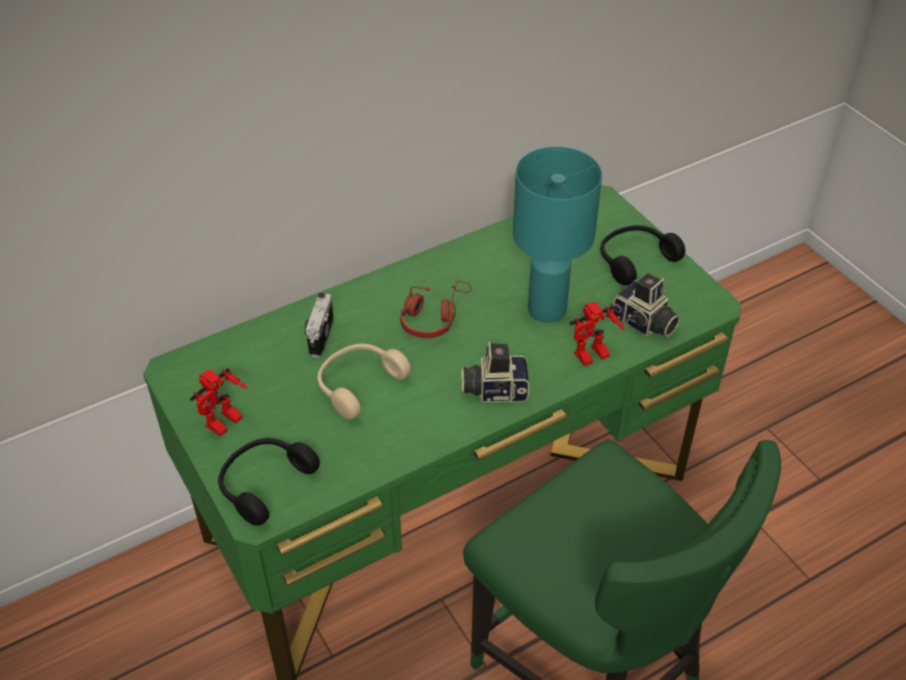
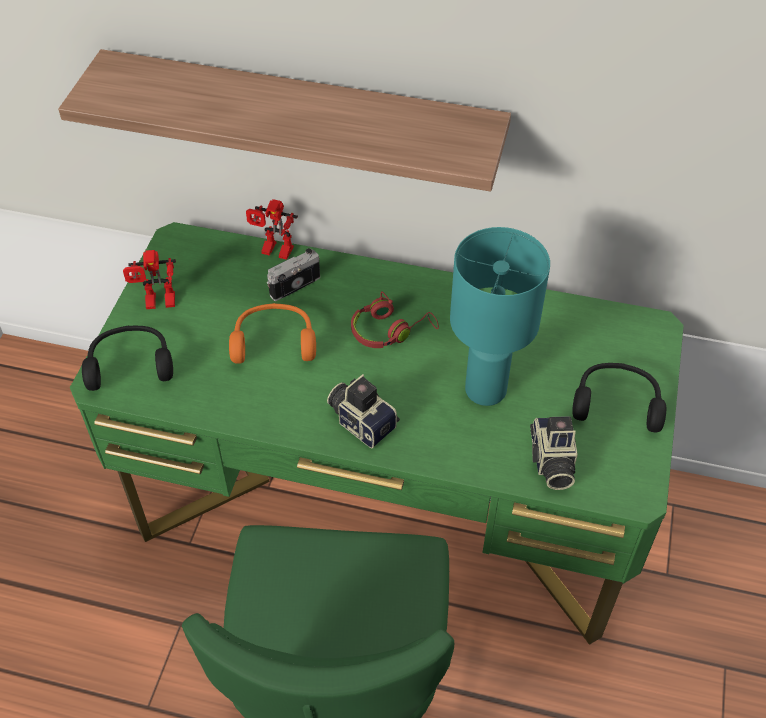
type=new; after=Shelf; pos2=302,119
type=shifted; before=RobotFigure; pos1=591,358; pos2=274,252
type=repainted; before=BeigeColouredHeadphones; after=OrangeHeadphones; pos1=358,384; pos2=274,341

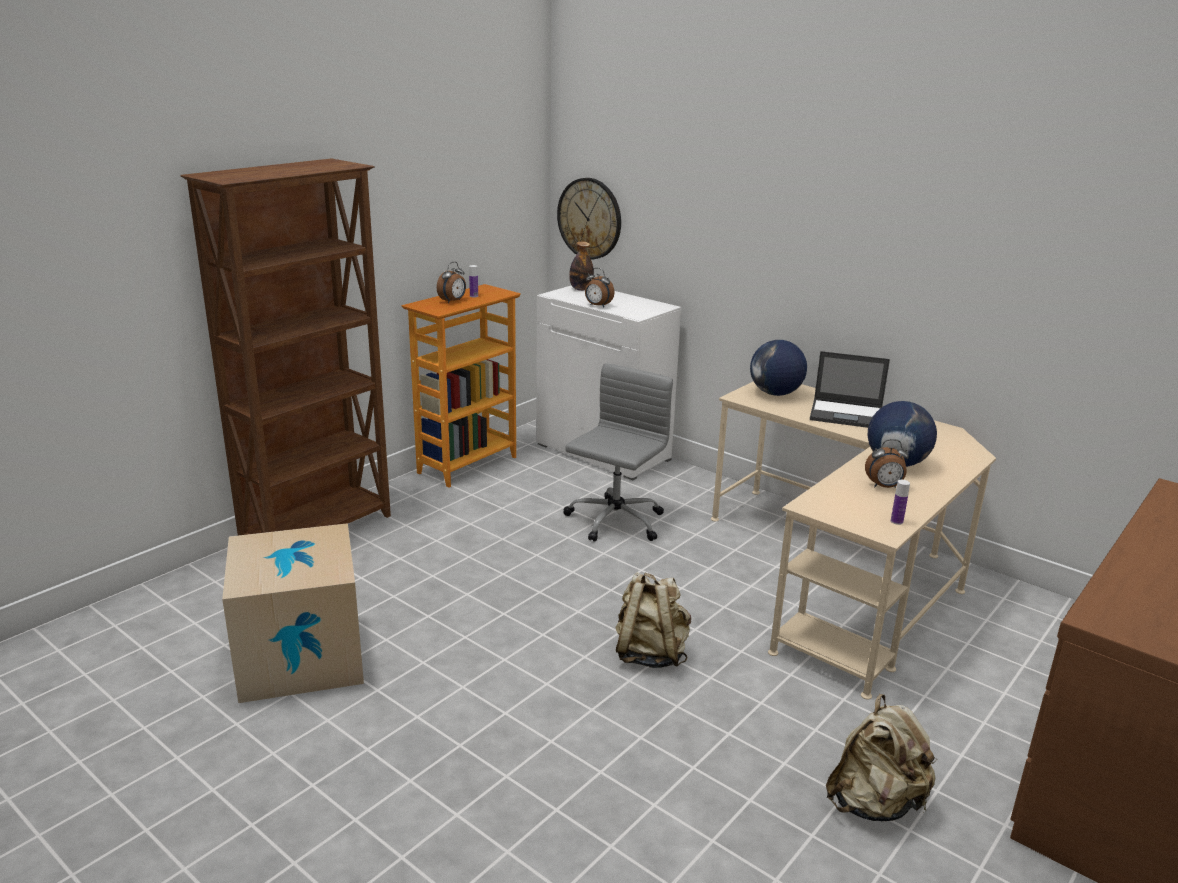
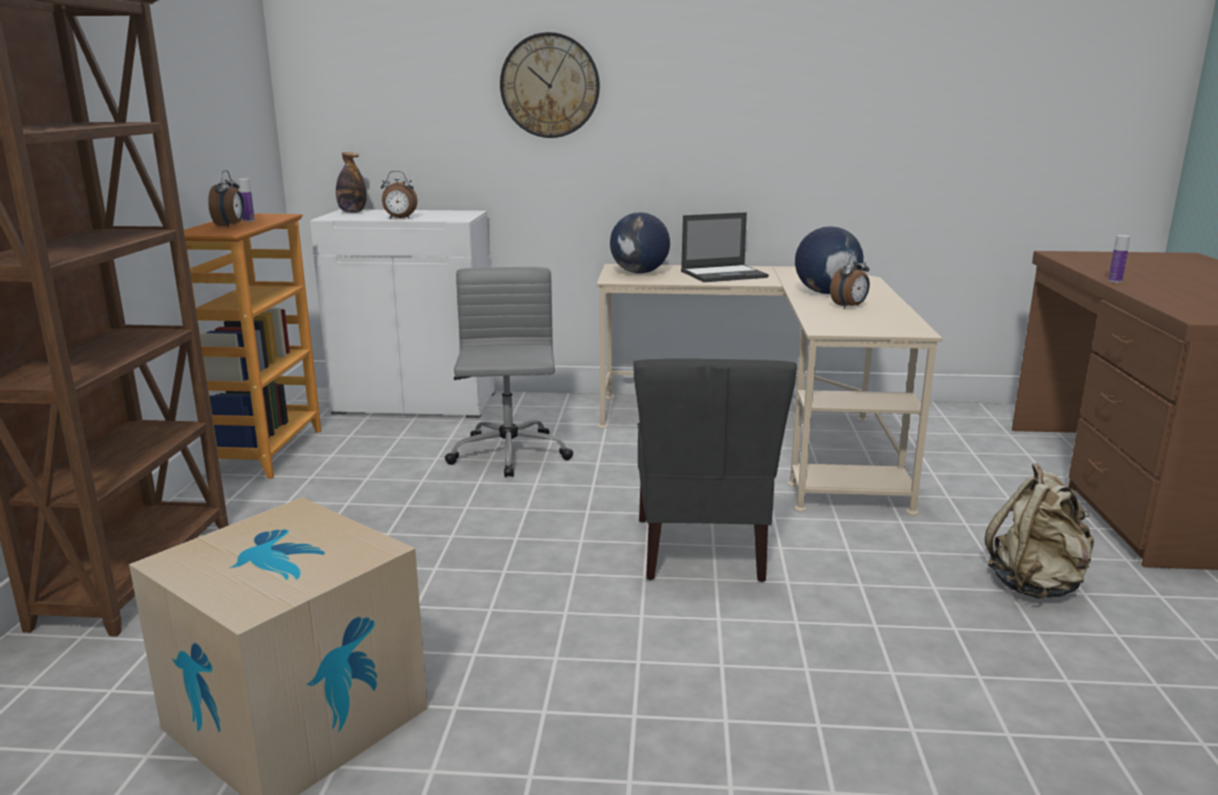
type=shifted; before=WallClock; pos1=589,218; pos2=550,86
type=shifted; before=DrinkBottle; pos1=896,521; pos2=1115,281
type=swapped; before=BeigeColouredKnapsack; after=GrayChair; pos1=650,654; pos2=702,550

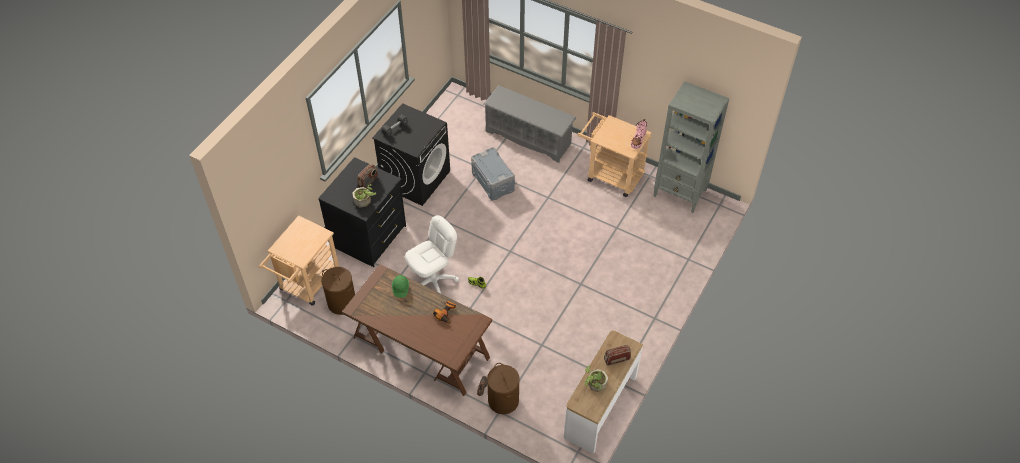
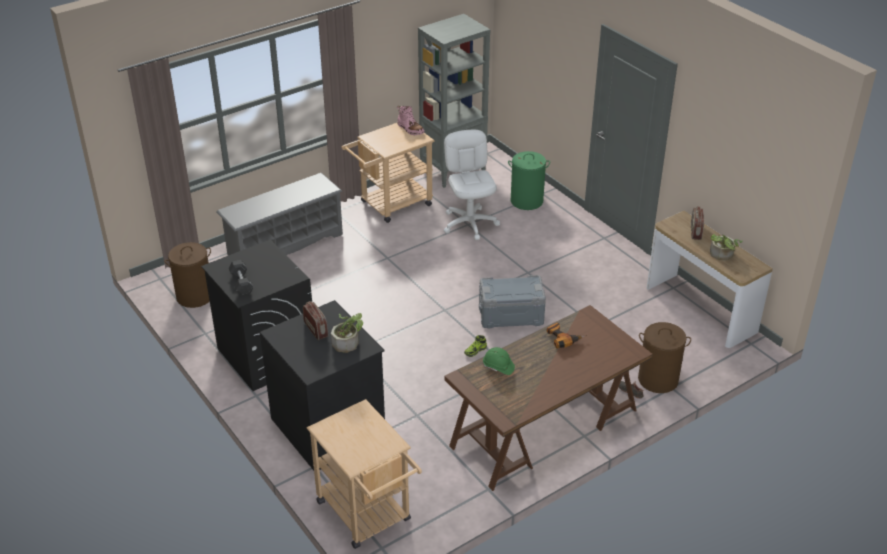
type=new; after=GreenHamper; pos2=527,201
type=shifted; before=BrownishHamper; pos1=342,303; pos2=195,296
type=shifted; before=WhiteComputerChair; pos1=433,281; pos2=470,223
type=shifted; before=GrayStorageContainer; pos1=492,182; pos2=511,315

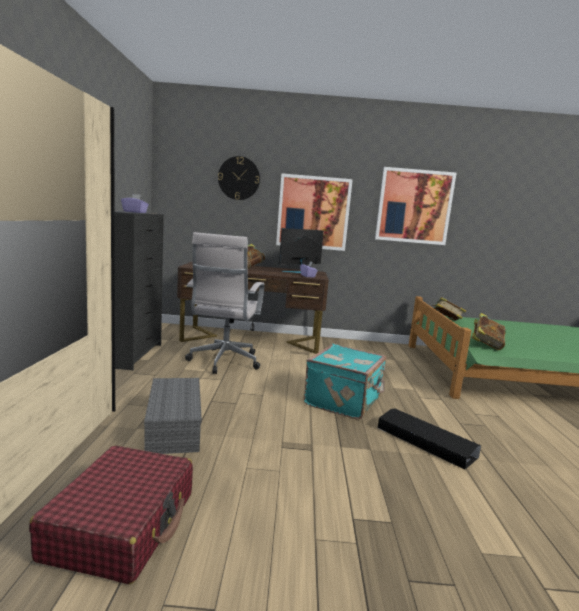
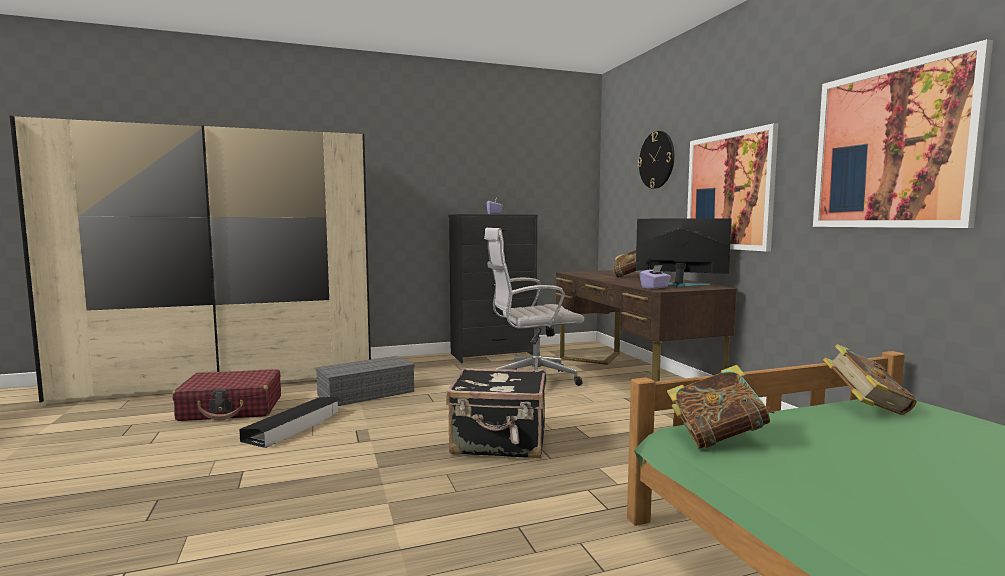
type=shifted; before=BlackColouredStorageContainer; pos1=425,442; pos2=295,426
type=repainted; before=BlueGreenPieceOfLuggage; after=BlackColouredPieceOfLuggage; pos1=344,401; pos2=500,442

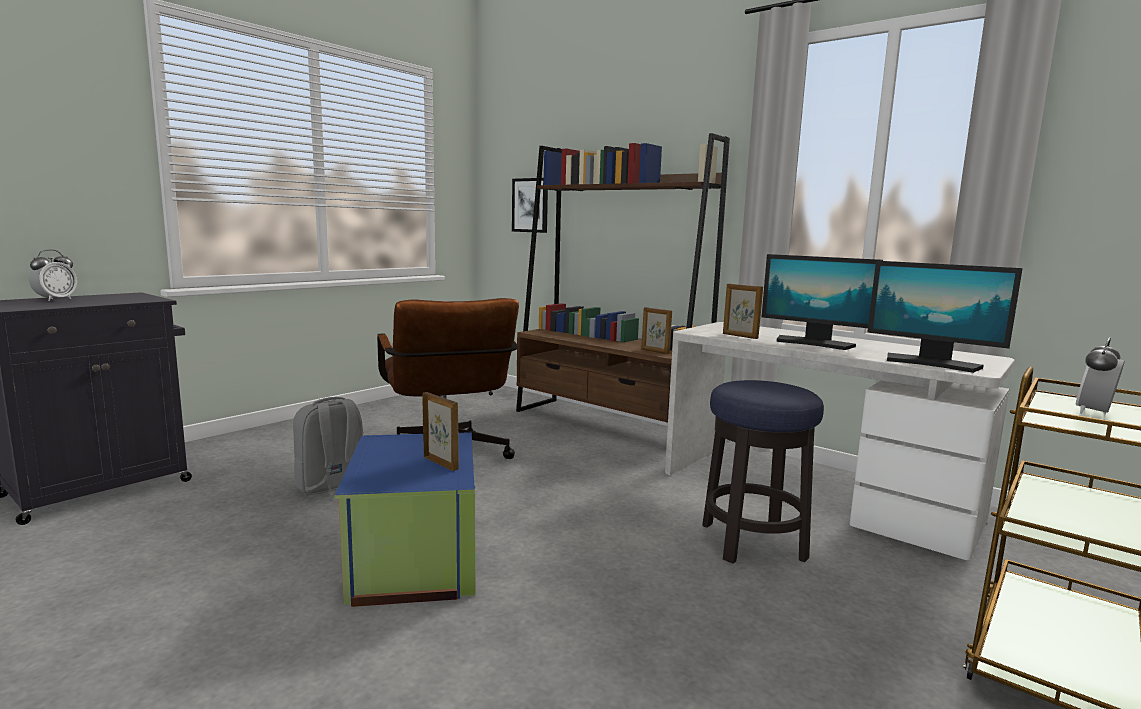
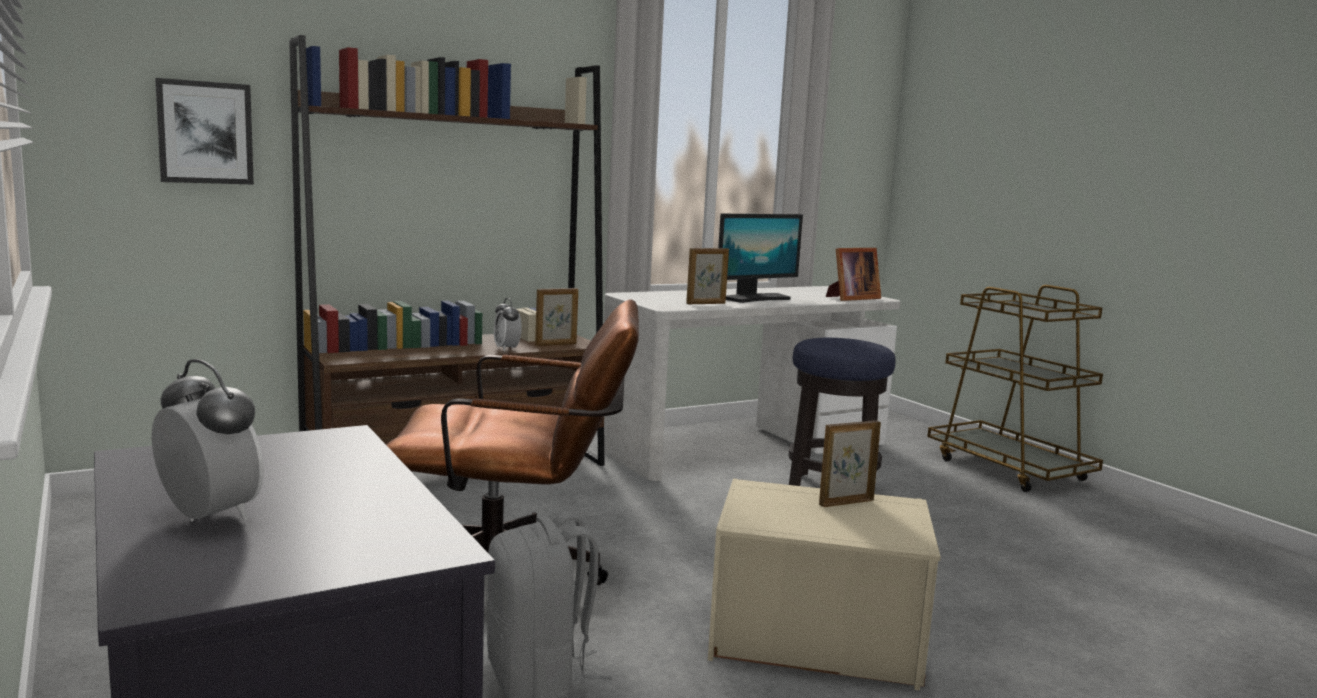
type=shifted; before=TableClock; pos1=1094,412; pos2=507,349
type=swapped; before=ComputerScreen; after=PhotoFrame; pos1=931,363; pos2=851,298
type=repainted; before=BlueStorageContainer; after=BeigeColouredStorageContainer; pos1=413,558; pos2=815,640

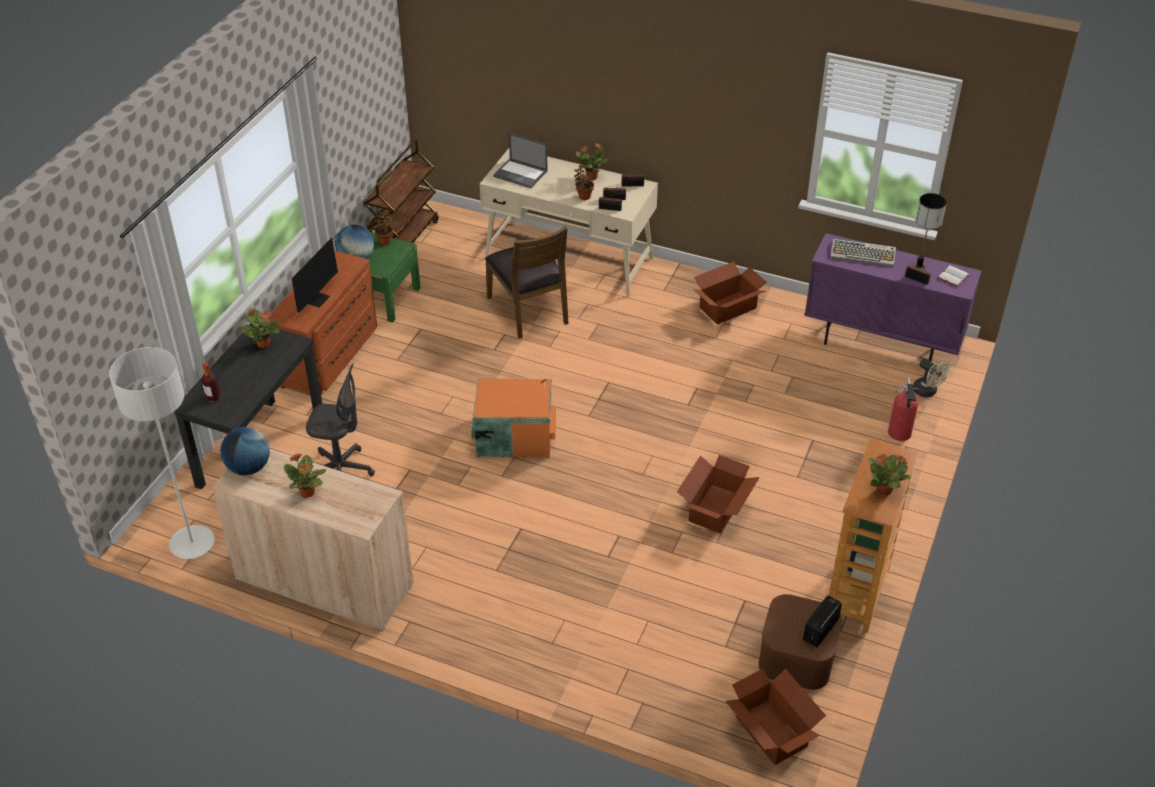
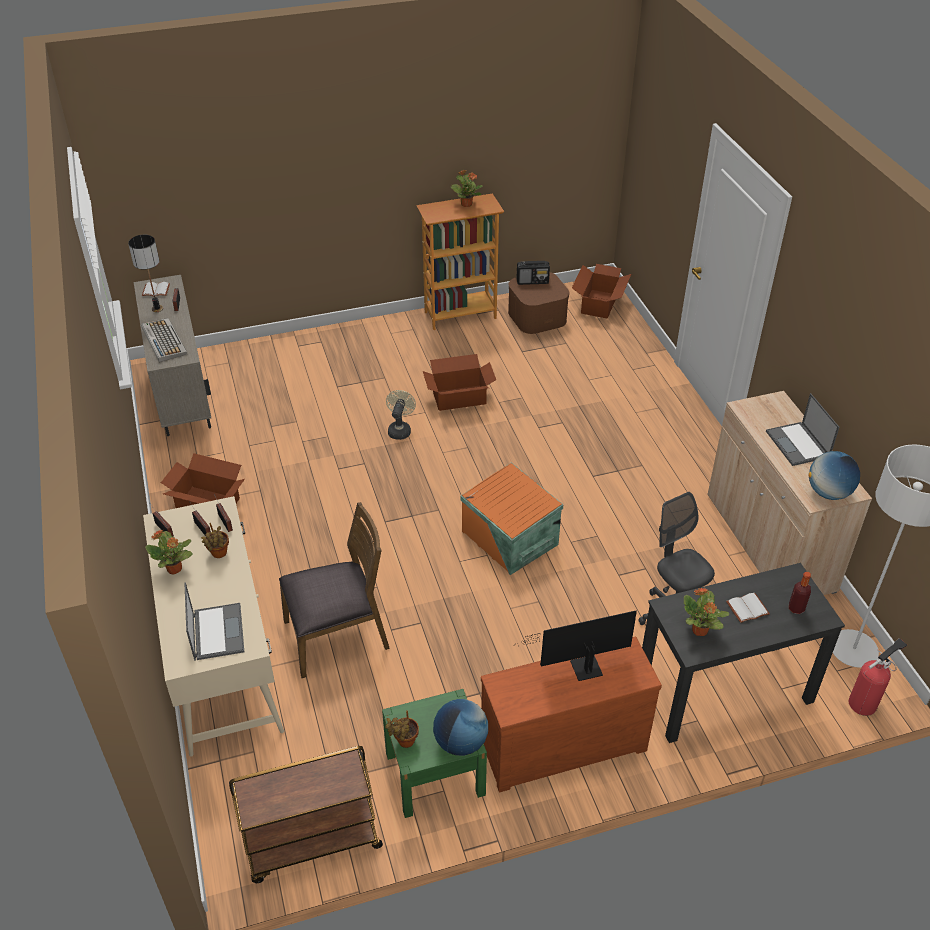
type=new; after=WhiteBoundBook; pos2=747,607
type=shifted; before=Extinguisher; pos1=899,434; pos2=865,702
type=shifted; before=BeigeColouredFan; pos1=928,391; pos2=400,429
type=swapped; before=PottedPlant; after=PortableComputer; pos1=307,493; pos2=798,444
type=repainted; before=PurpleCabinet; after=BeigeColouredCabinet; pos1=881,345; pos2=183,399
type=rotated; before=BrownishChair; pos1=529,310; pos2=337,636; turn=45

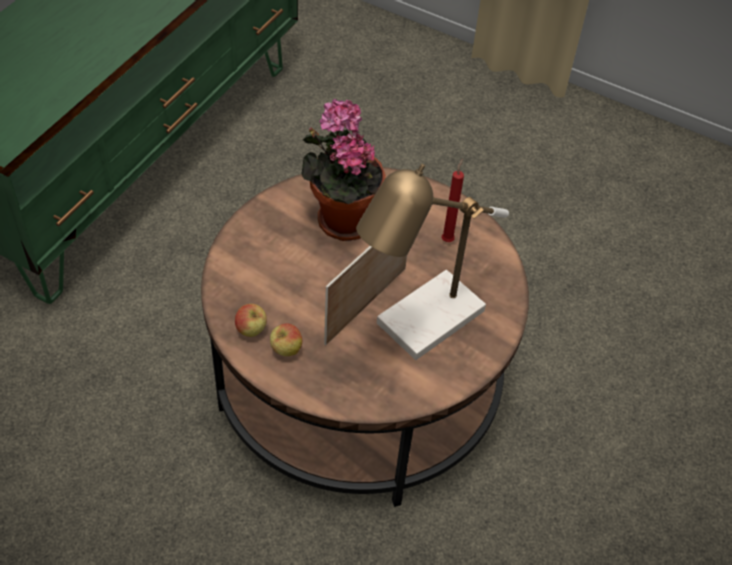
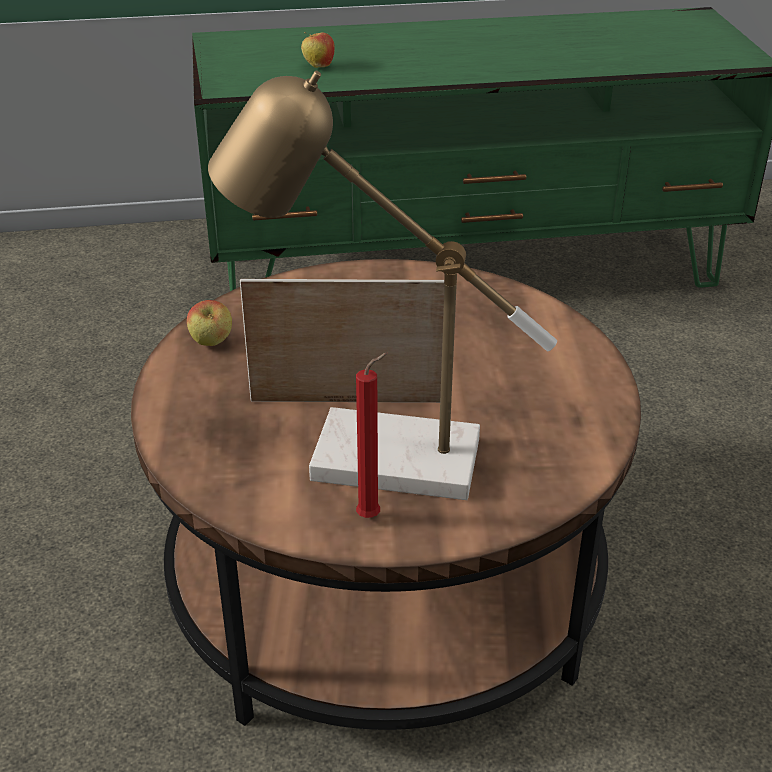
type=gone; before=PottedPlant; pos1=341,218
type=shifted; before=AppleFruit; pos1=286,350; pos2=318,66
type=shifted; before=RedWaxCandle; pos1=448,239; pos2=372,516

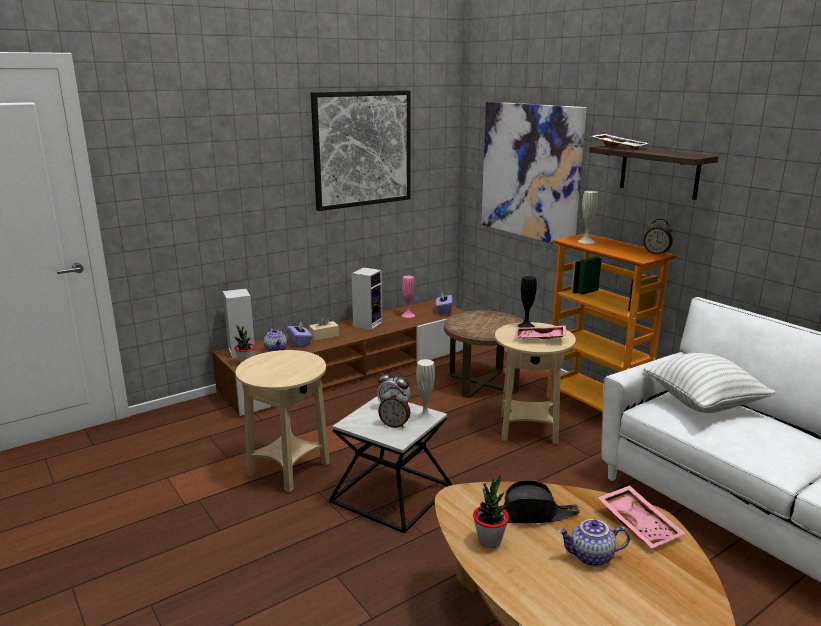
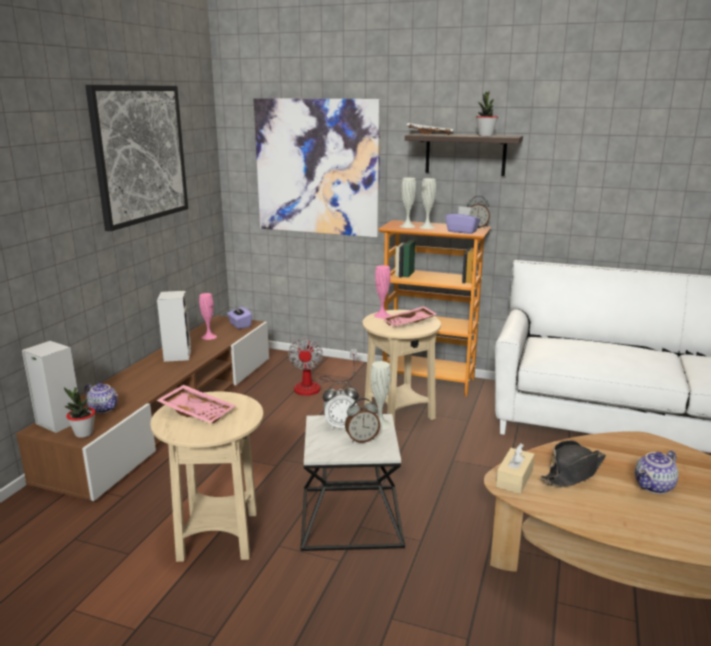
type=gone; before=WhiteCushion; pos1=703,403
type=new; after=WhiteDecorativeVase; pos2=427,227
type=shifted; before=PurpleTissueHolder; pos1=300,343; pos2=462,231
type=shifted; before=BeigeColouredTissueHolder; pos1=324,336; pos2=514,478
type=shifted; before=PottedPlant; pos1=489,541; pos2=485,136
type=shifted; before=PinkServingTray; pos1=640,524; pos2=198,411
type=swapped; before=BrownishEndTable; after=Fan; pos1=483,383; pos2=315,386
type=repainted; before=BlackColouredDecorativeVase; after=PinkDecorativeVase; pos1=526,326; pos2=382,315

